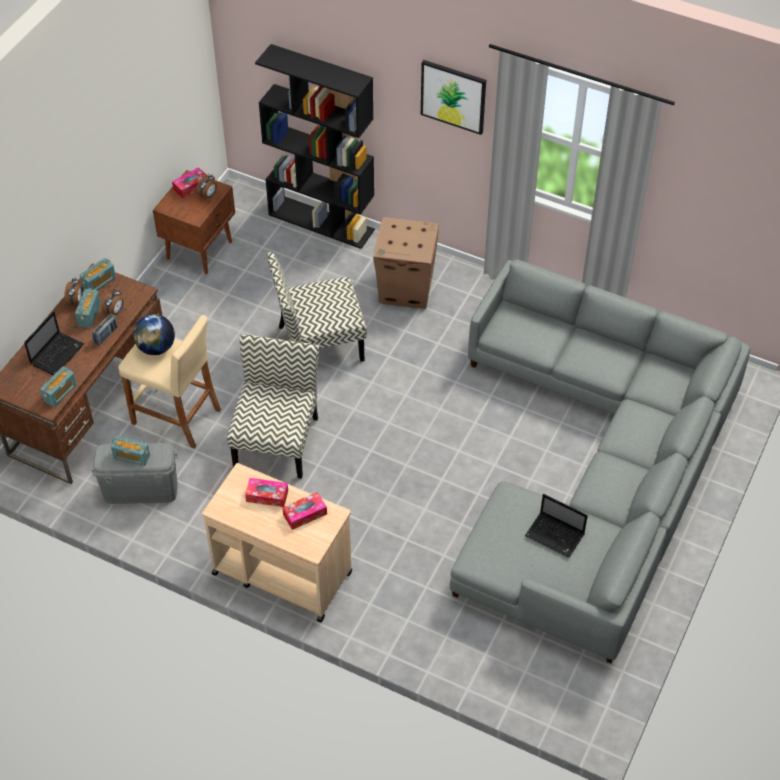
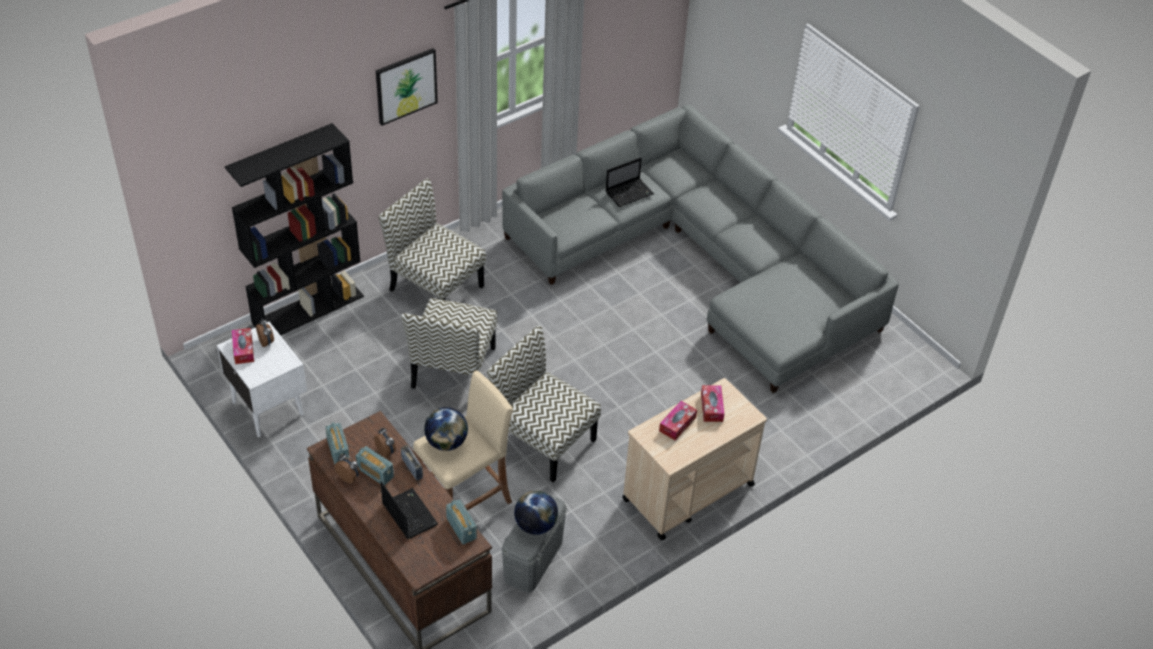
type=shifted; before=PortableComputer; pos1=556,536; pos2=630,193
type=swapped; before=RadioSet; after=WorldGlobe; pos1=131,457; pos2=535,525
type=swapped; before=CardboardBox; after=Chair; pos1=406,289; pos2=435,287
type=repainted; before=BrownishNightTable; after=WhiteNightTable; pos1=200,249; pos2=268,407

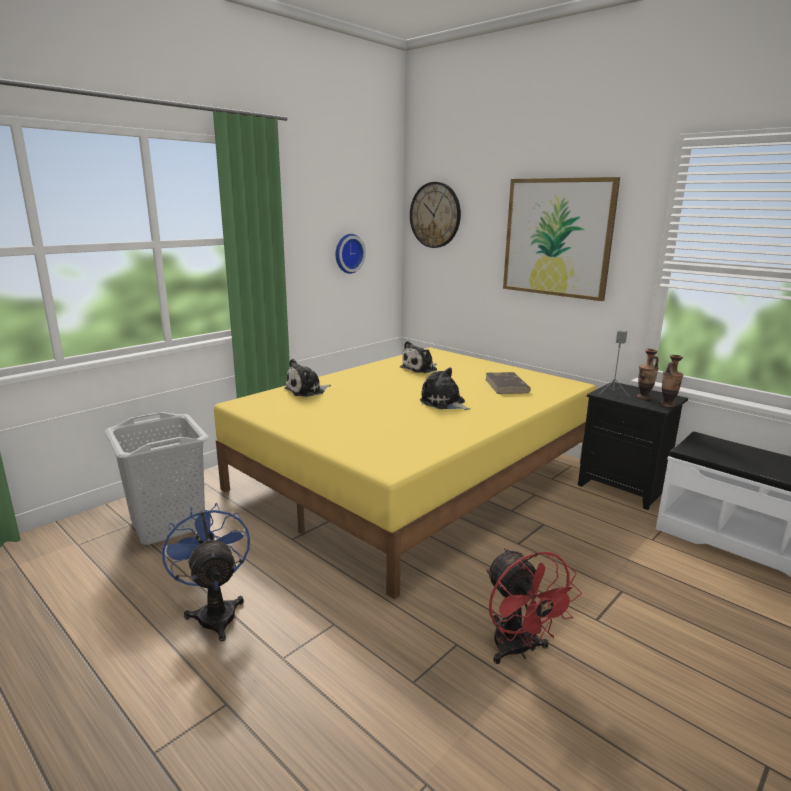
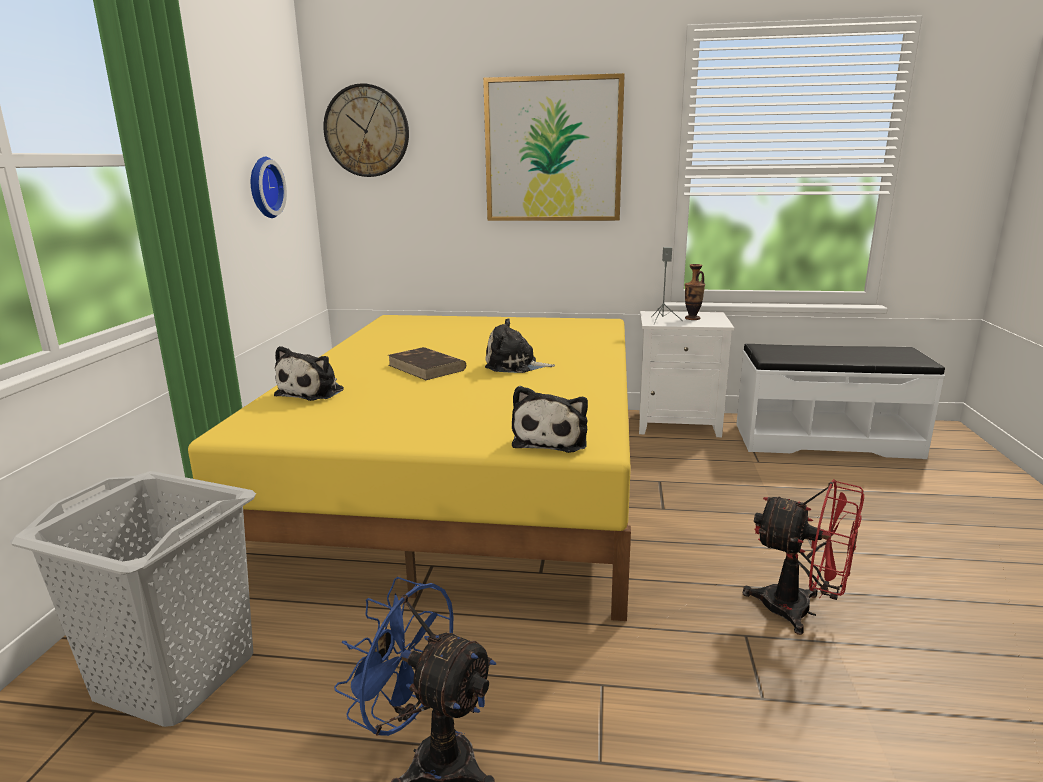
type=gone; before=DecorativeVase; pos1=667,404
type=shifted; before=CuddlyToy; pos1=420,368; pos2=552,439
type=shifted; before=BrownishBoundBook; pos1=506,386; pos2=427,367
type=repainted; before=BlackColouredNightTable; after=WhiteNightTable; pos1=624,487; pos2=679,423

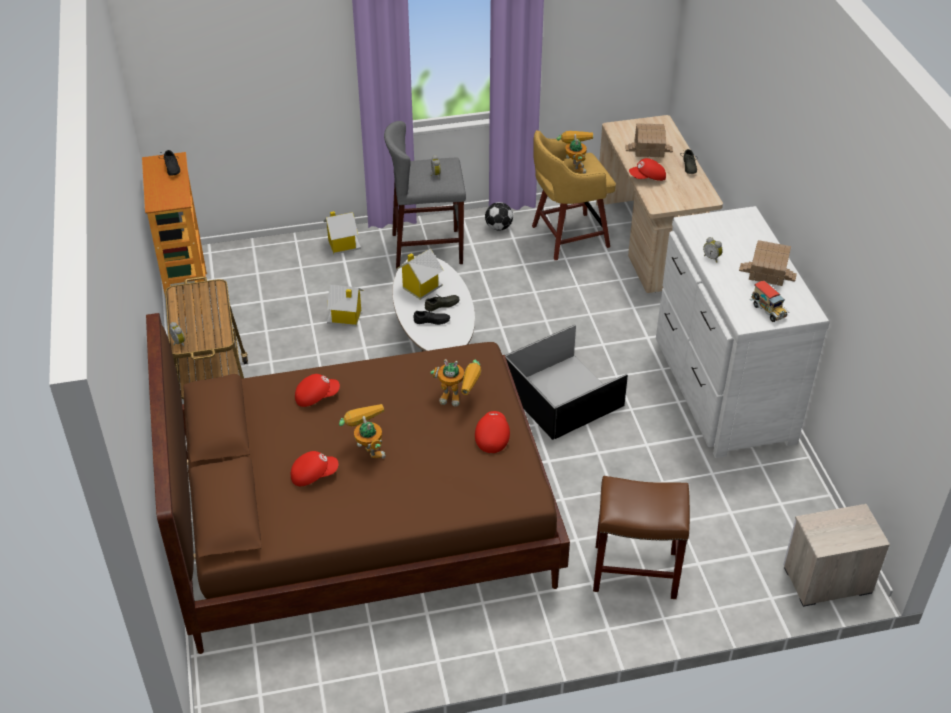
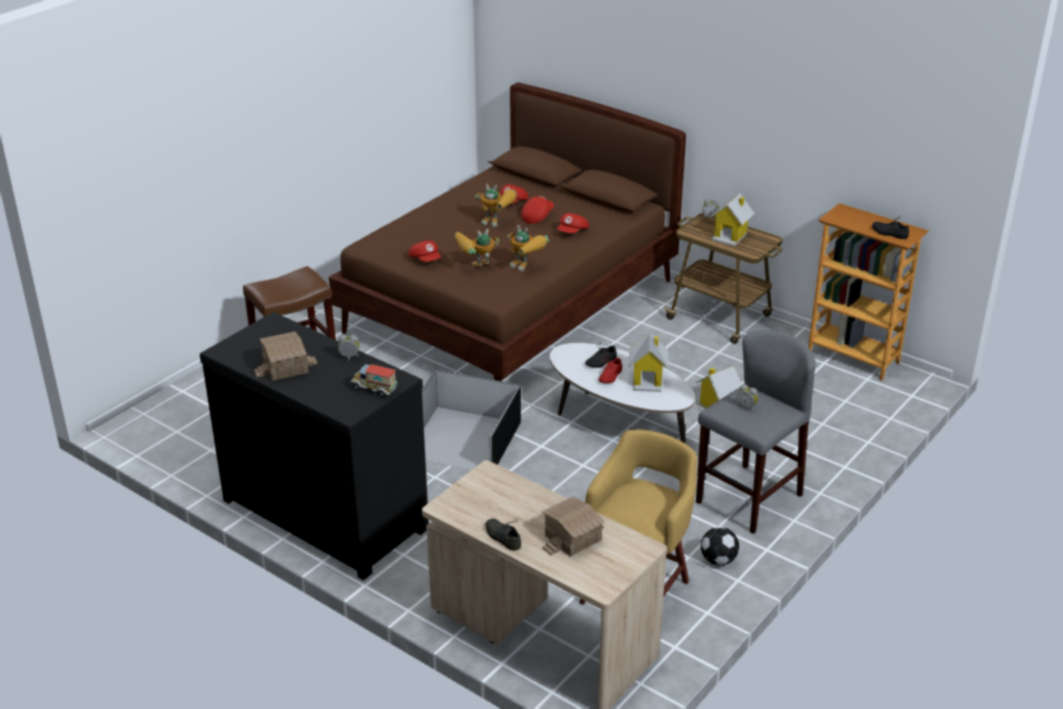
type=gone; before=NightTable; pos1=825,579
type=shifted; before=ModelHouse; pos1=342,245; pos2=730,236
type=shifted; before=RobotFigure; pos1=574,166; pos2=527,268
type=shifted; before=RedPeakedCap; pos1=647,178; pos2=537,216
type=shifted; before=ModelTruck; pos1=767,311; pos2=375,389
type=repainted; before=GrayLowShoe; after=RedLowShoe; pos1=442,306; pos2=609,376
type=repainted; before=WhiteChestOfDrawers; after=BlackColouredChestOfDrawers; pos1=721,390; pos2=327,512

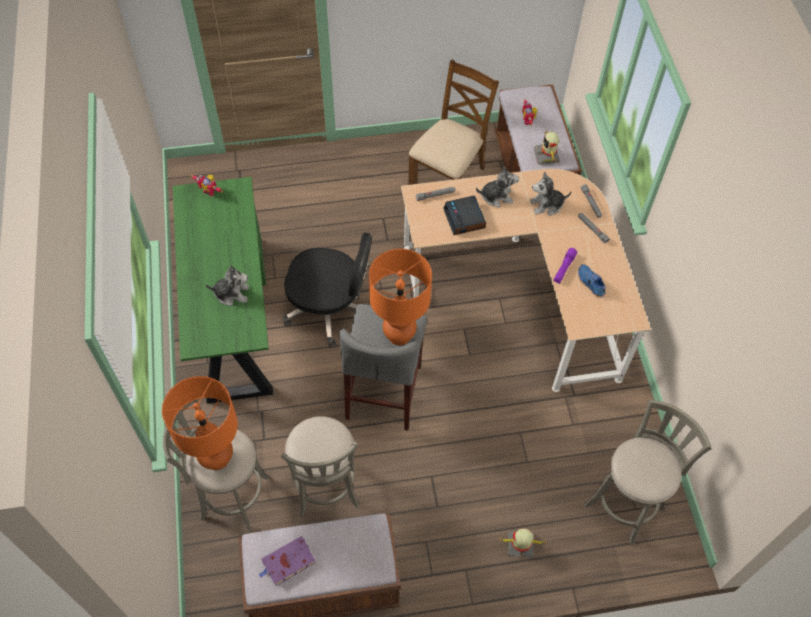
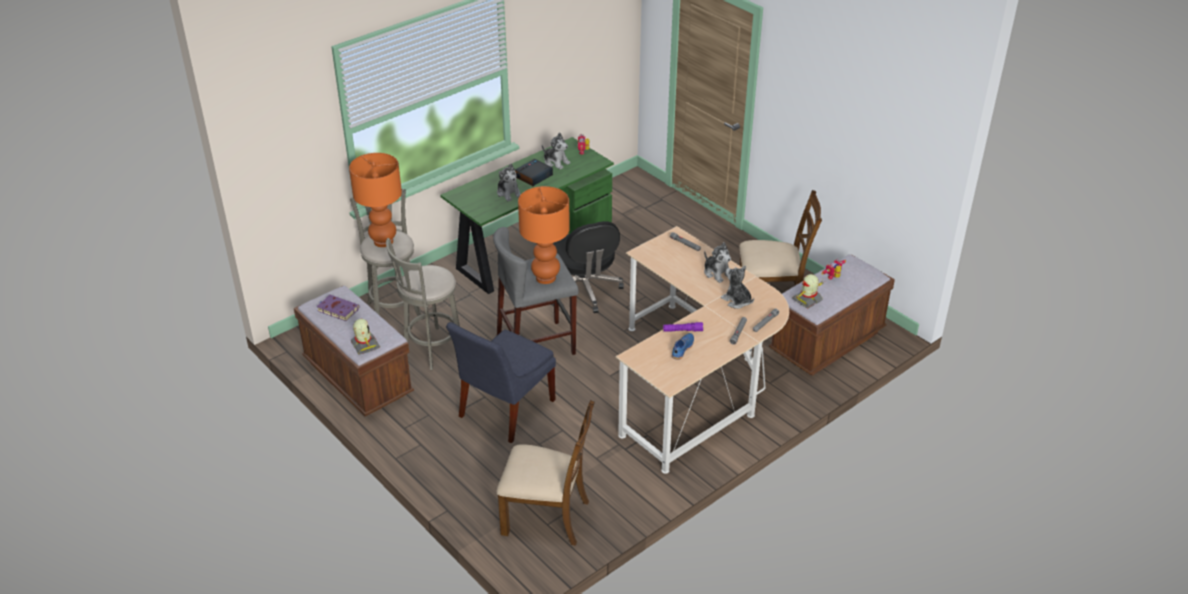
type=new; after=BlueChair; pos2=504,410
type=new; after=CuddlyToy; pos2=556,162
type=shifted; before=TableClock; pos1=464,219; pos2=533,176
type=shifted; before=RobotFigure; pos1=520,545; pos2=364,345
type=swapped; before=GraySittingStool; after=BrownishChair; pos1=626,504; pos2=547,517

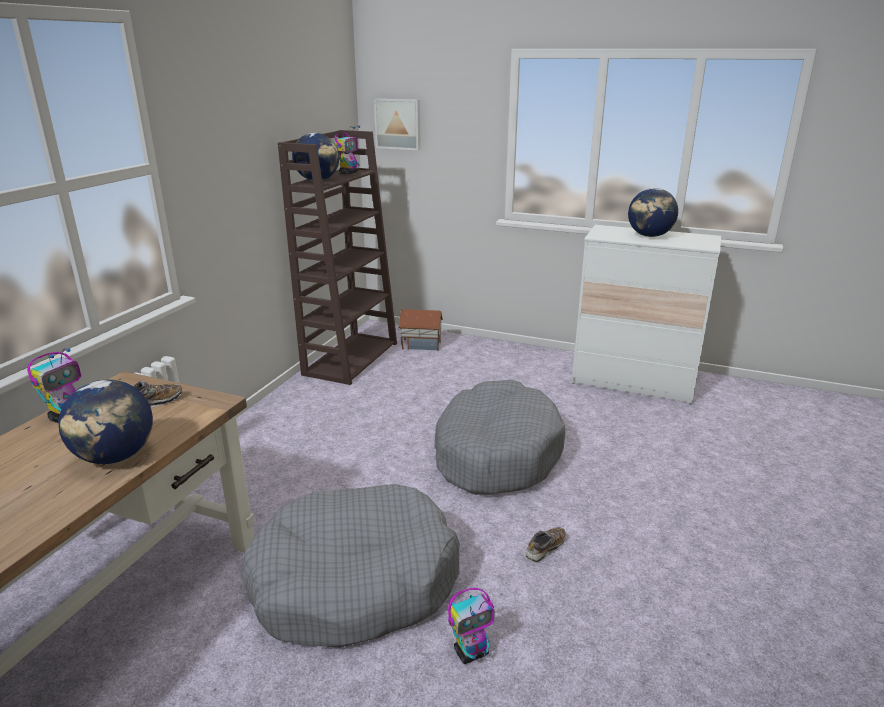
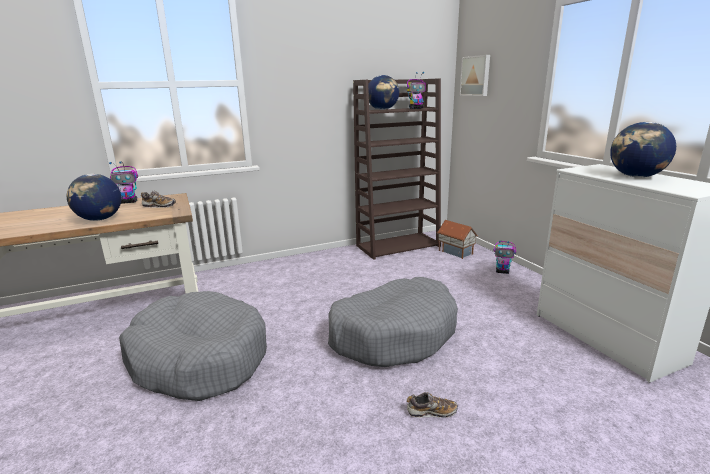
type=shifted; before=RobotFigure; pos1=471,652; pos2=502,272
type=shifted; before=LowShoe; pos1=545,549; pos2=431,412

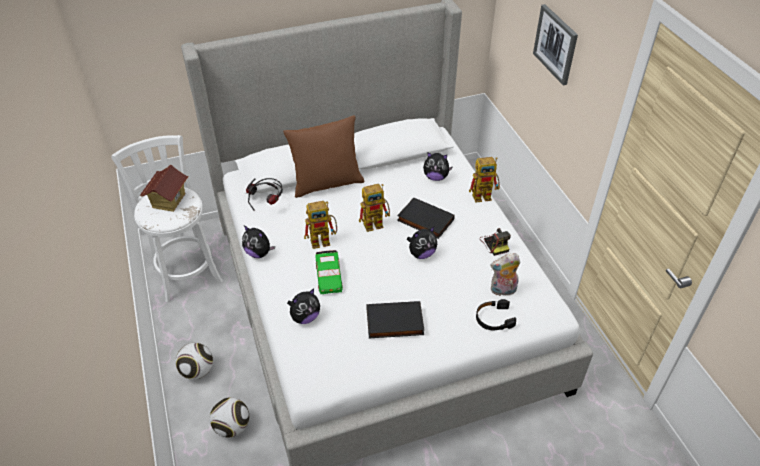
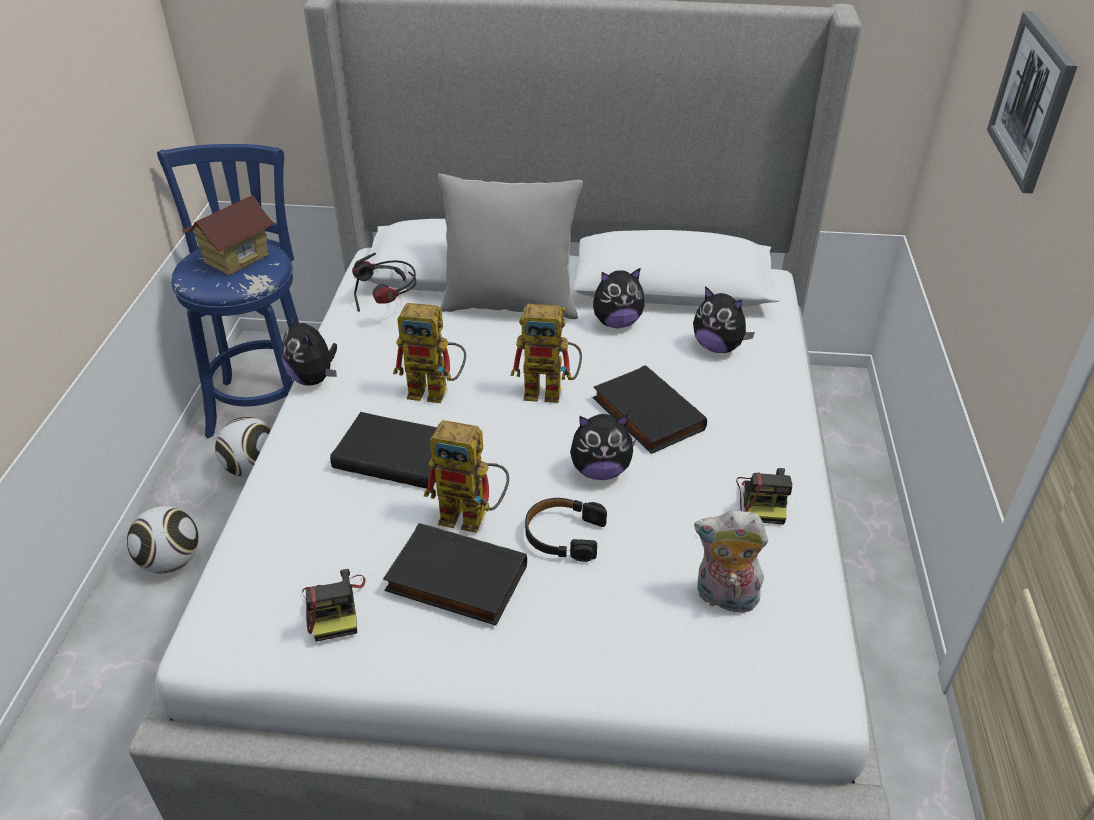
type=new; after=StillCamera; pos2=335,607
type=shifted; before=FootballBall; pos1=232,427; pos2=252,468
type=shifted; before=CuddlyToy; pos1=305,317; pos2=616,322
type=shifted; before=RobotFigure; pos1=485,195; pos2=473,516
type=shifted; before=BlackColouredHeadphones; pos1=494,319; pos2=563,535
type=swapped; before=GreenModelCar; after=BlackColouredBoundBook; pos1=329,277; pos2=397,454
type=repainted; before=WhiteSittingStool; after=BlueSittingStool; pos1=186,272; pos2=266,403
type=repainted; before=BrownishCushion; after=GrayCushion; pos1=327,183; pos2=510,304

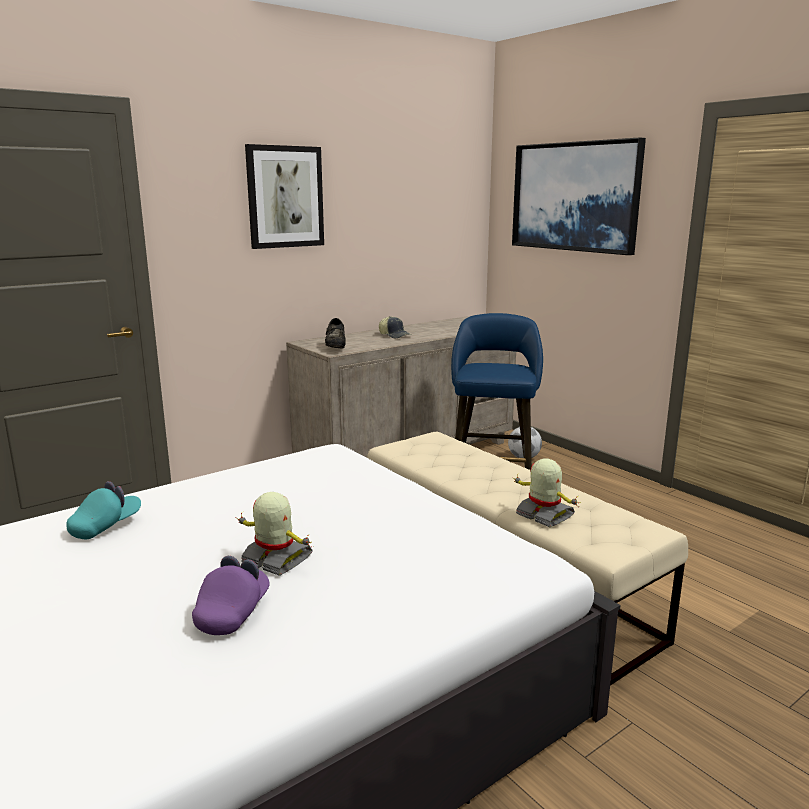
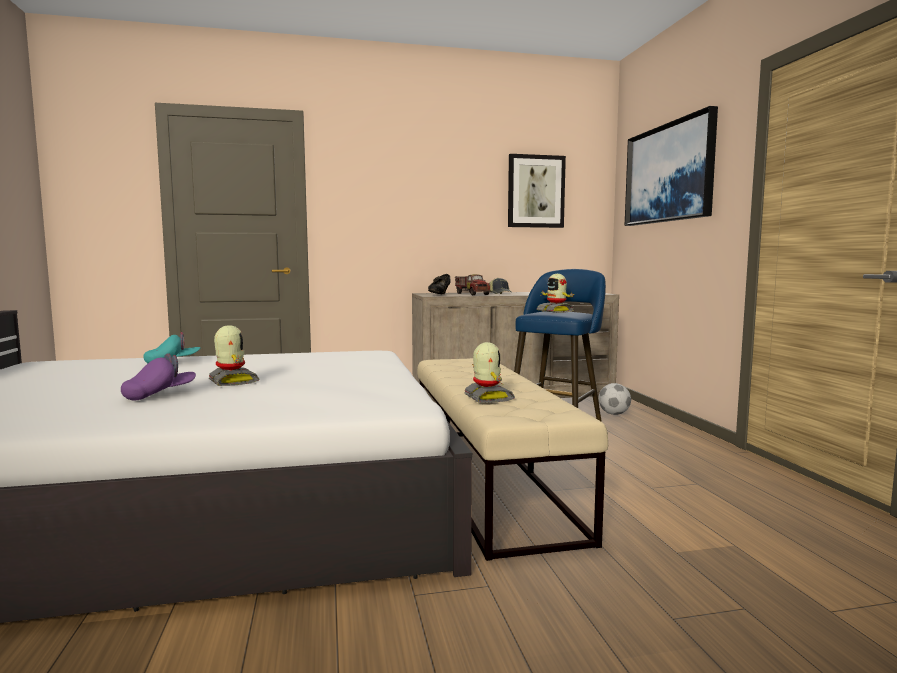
type=new; after=ModelTruck; pos2=472,294
type=new; after=RobotFigure; pos2=555,311
type=shifted; before=Picture; pos1=285,197; pos2=535,191

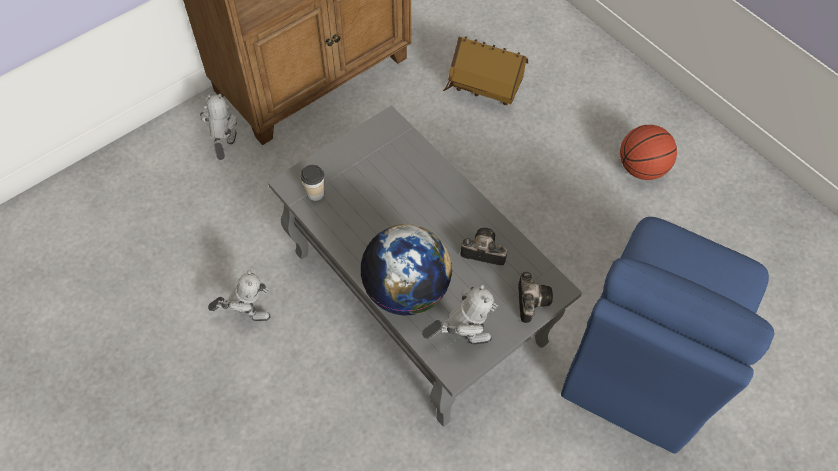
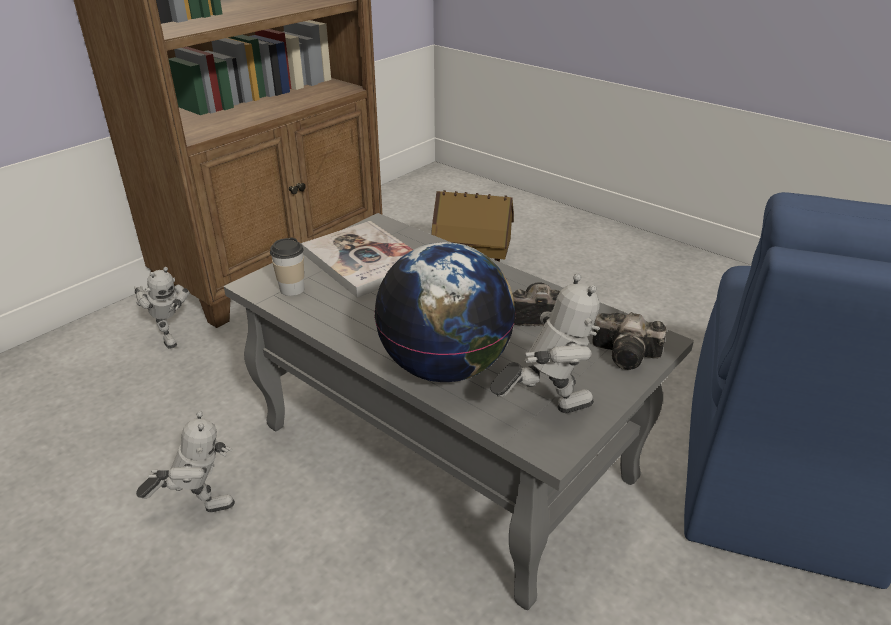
type=gone; before=Basketball; pos1=641,168
type=new; after=BoundBook; pos2=364,261
type=rotated; before=RobotFigure; pos1=226,148; pos2=169,335; turn=150
type=rotated; before=StillCamera; pos1=531,300; pos2=628,355; turn=120

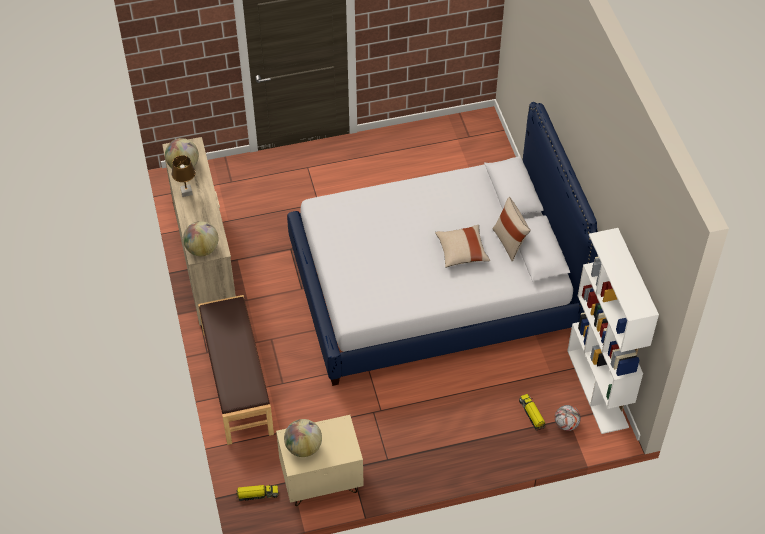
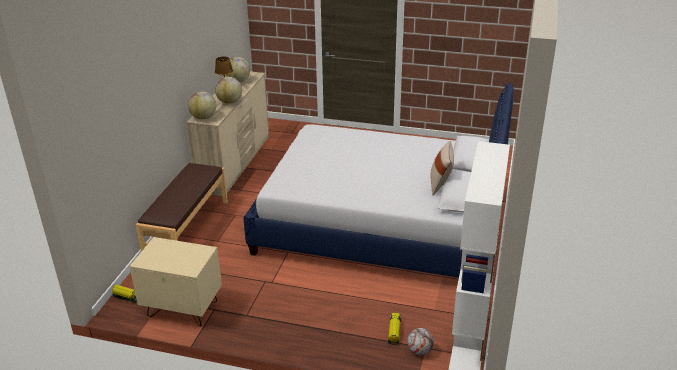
type=gone; before=BeigeColouredCushion; pos1=462,252
type=shifted; before=WorldGlobe; pos1=303,447; pos2=229,102

